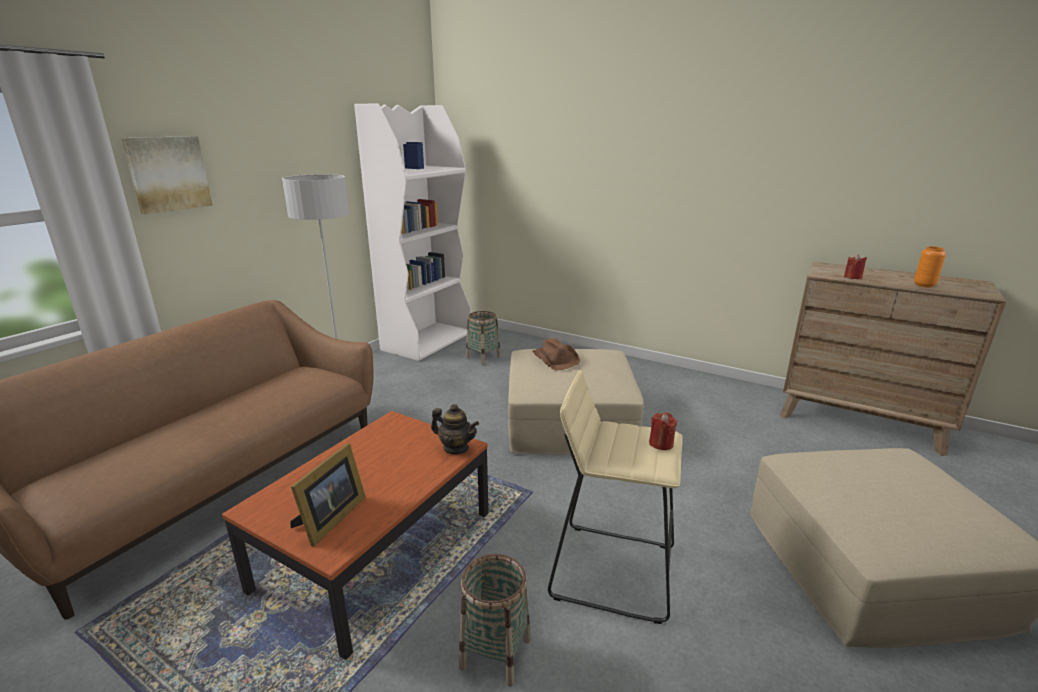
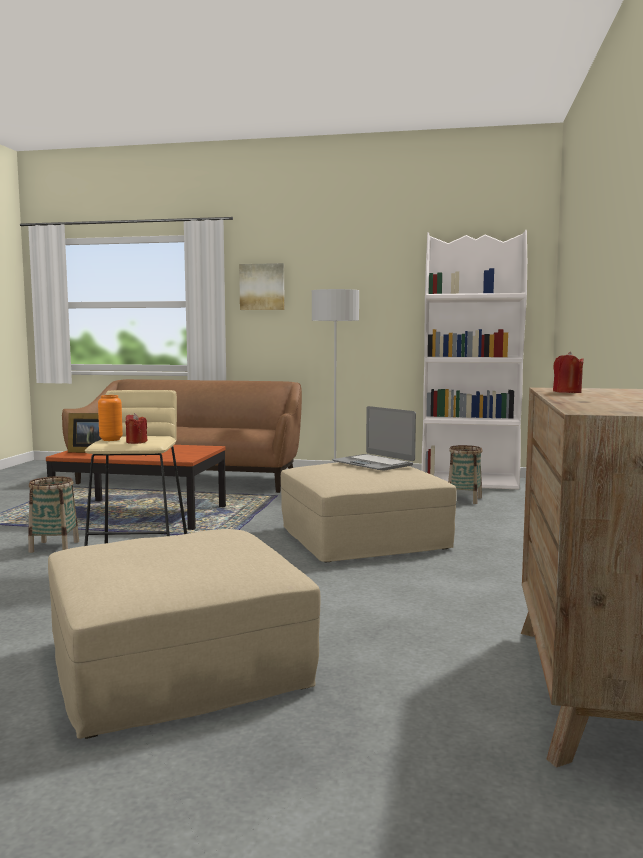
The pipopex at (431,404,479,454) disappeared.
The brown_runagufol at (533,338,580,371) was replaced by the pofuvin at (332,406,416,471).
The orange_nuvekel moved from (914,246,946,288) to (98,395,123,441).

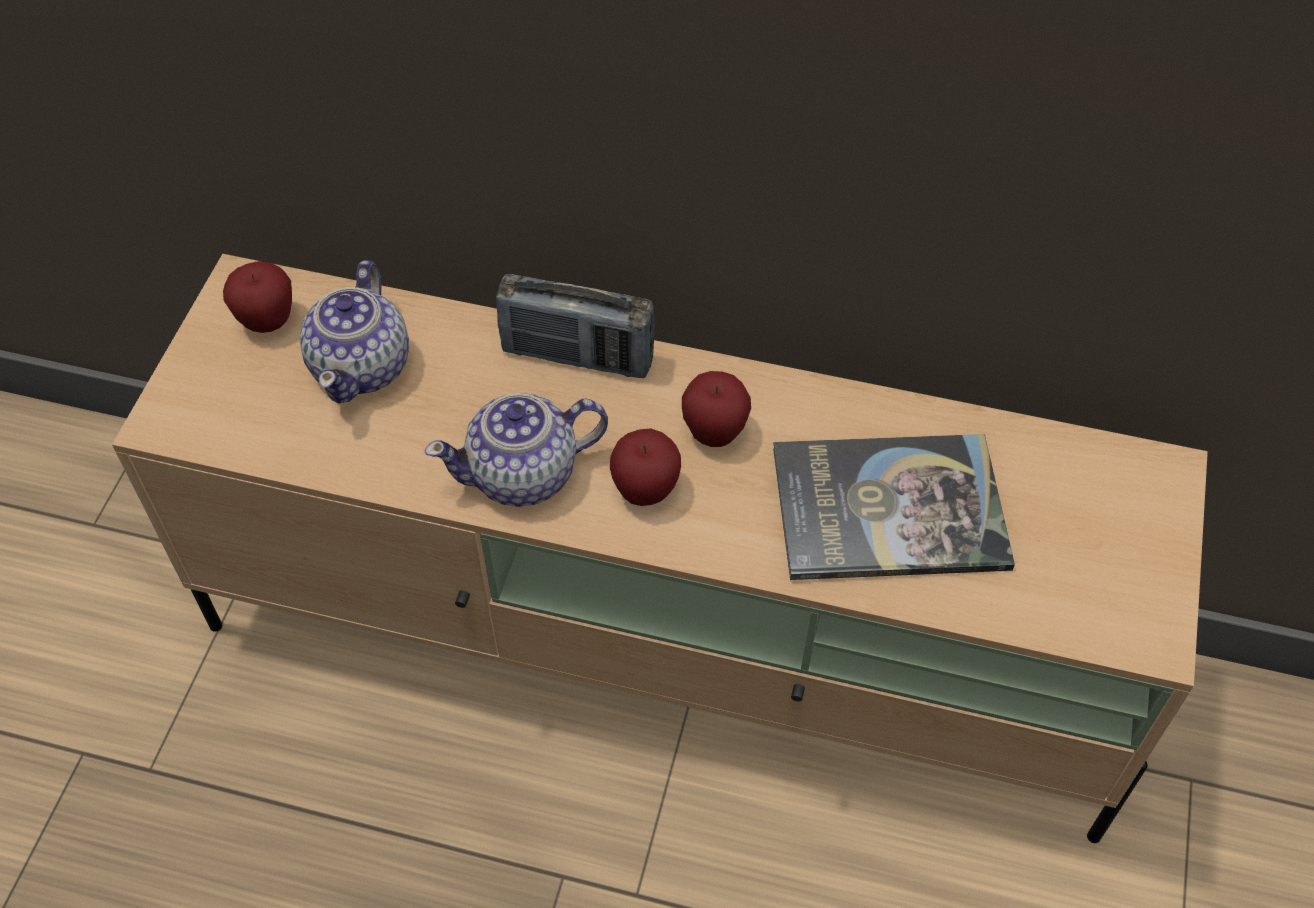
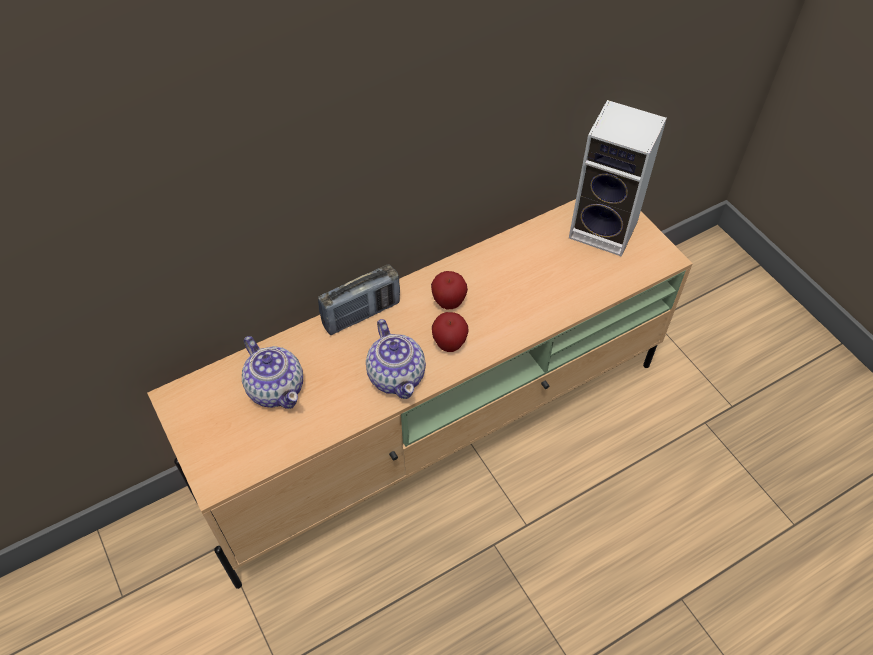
The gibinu at (223,261,292,333) disappeared.
The pipopex at (424,393,608,507) turned 45 degrees counterclockwise.
The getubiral at (773,434,1015,580) disappeared.
The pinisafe at (569,100,667,257) appeared.

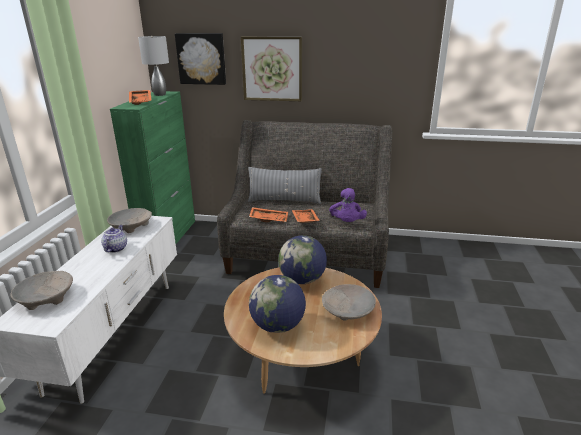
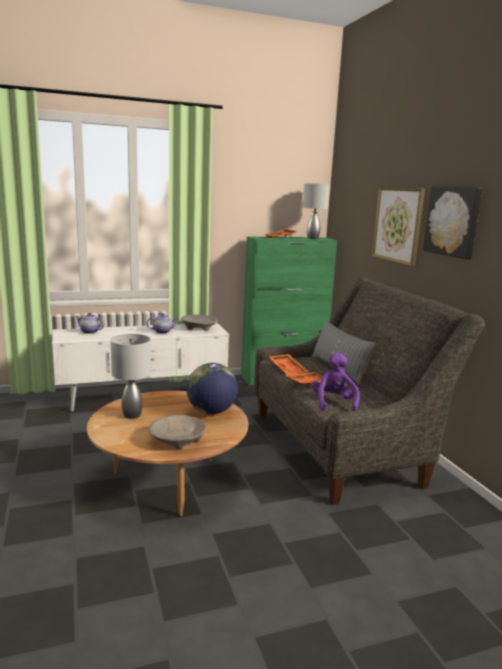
The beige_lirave at (10,271,73,310) was replaced by the pipopex at (75,313,104,334).
The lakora moved from (175,33,226,85) to (423,186,483,259).
The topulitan at (249,275,306,333) was replaced by the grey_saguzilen at (111,334,151,419).
The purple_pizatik at (329,188,367,222) turned 120 degrees clockwise.

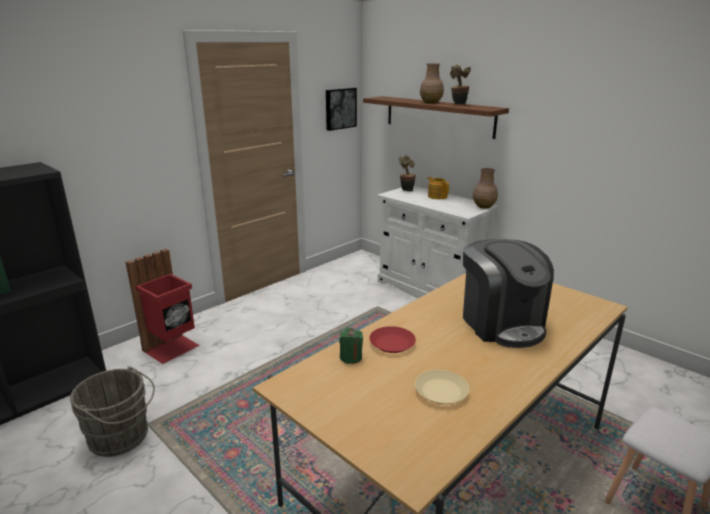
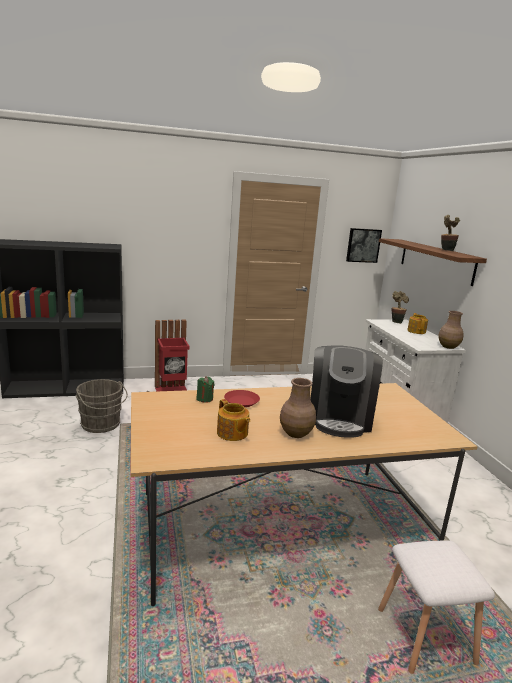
The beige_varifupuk at (415,370,469,404) was replaced by the pipopex at (217,399,250,441).
The brown_nuvekel moved from (420,63,444,104) to (280,378,316,438).

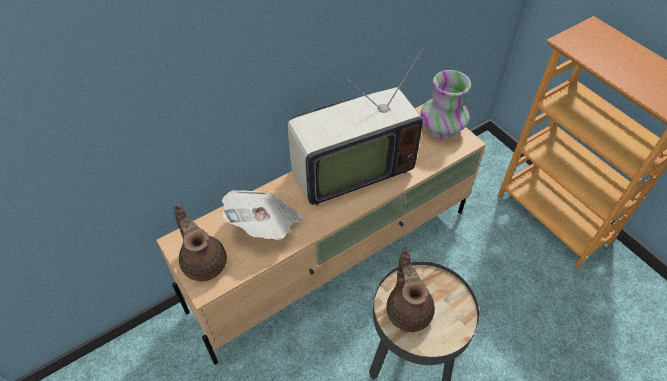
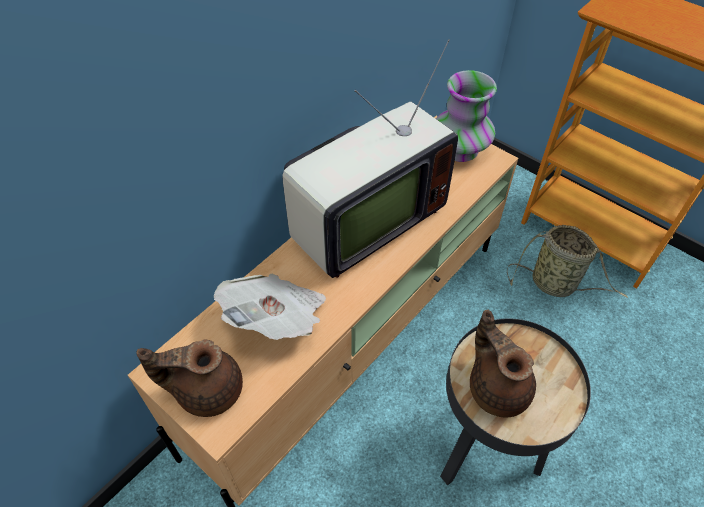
The brown_pipopex at (174,205,227,281) turned 45 degrees counterclockwise.
The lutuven at (507,225,628,298) appeared.

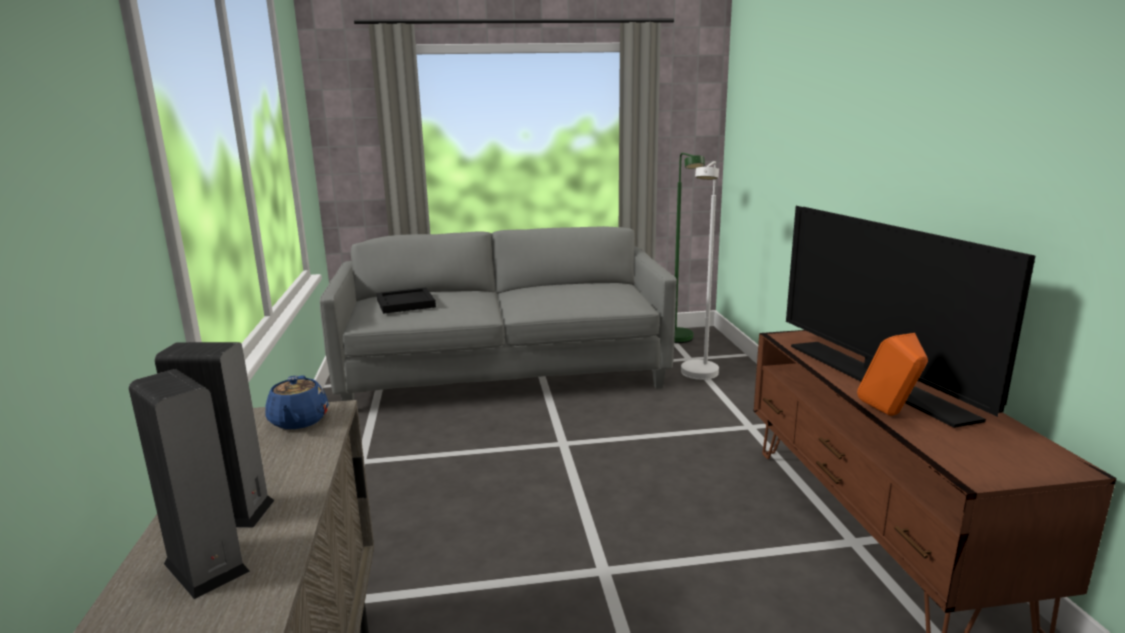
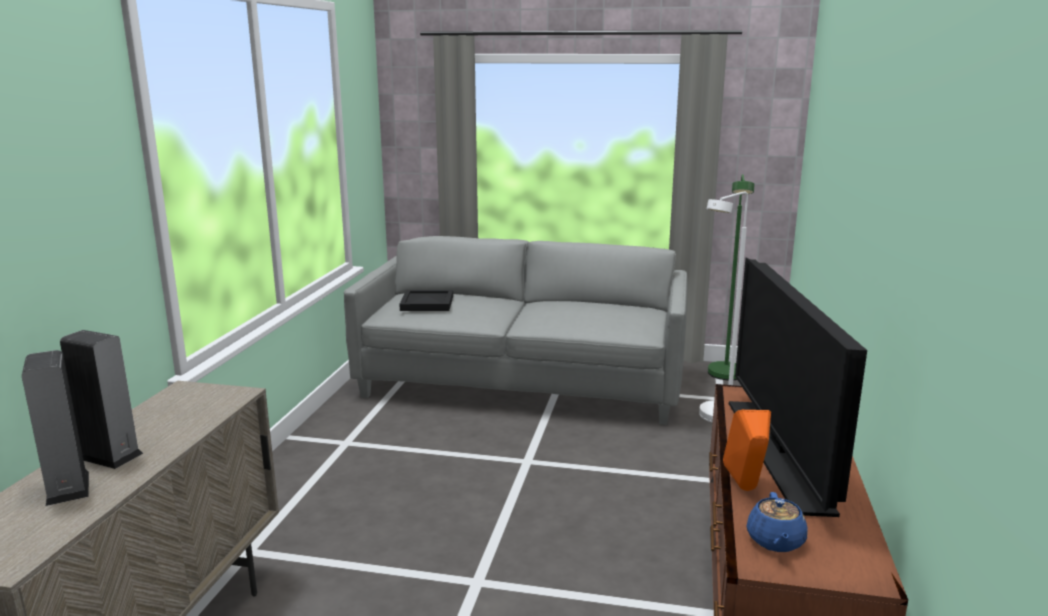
The blue_pipopex moved from (265,375,329,429) to (746,492,808,552).

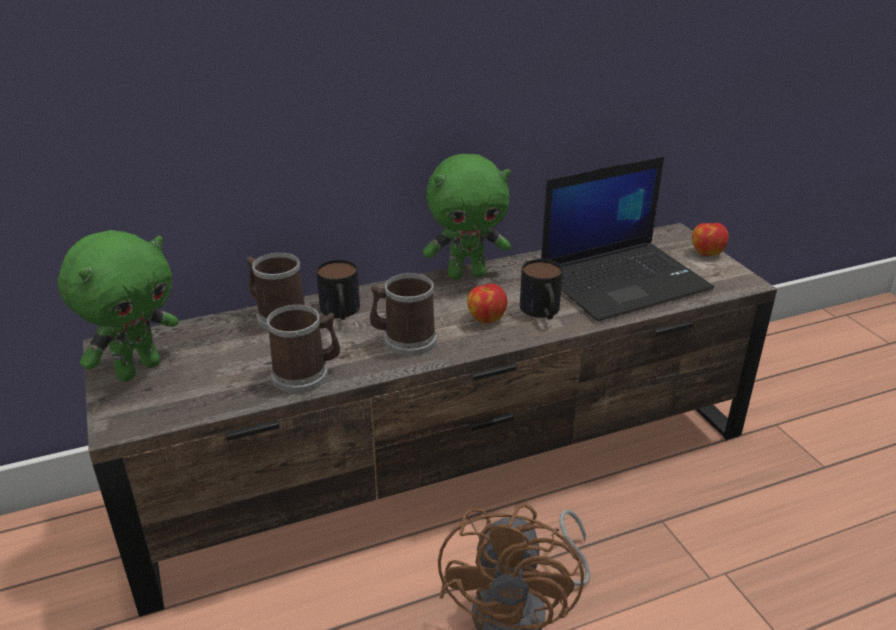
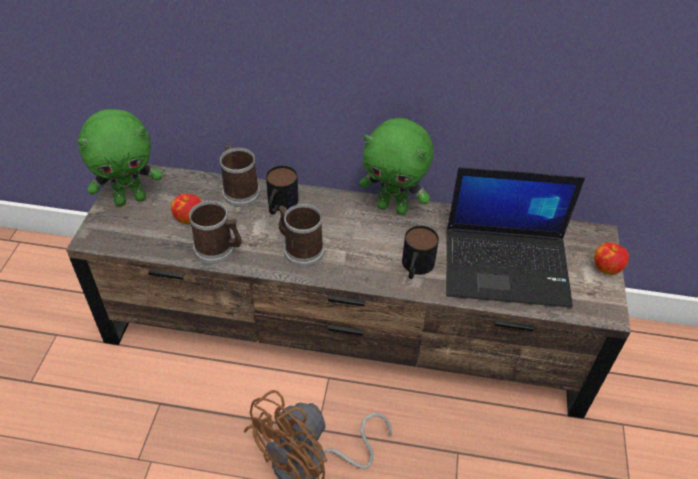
The gibinu moved from (467,284,507,324) to (171,194,202,224).

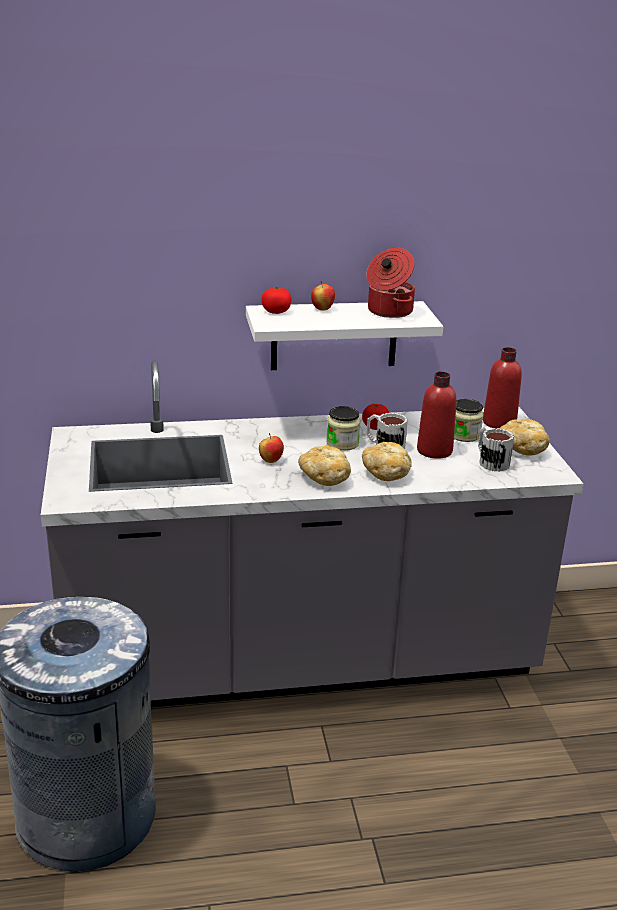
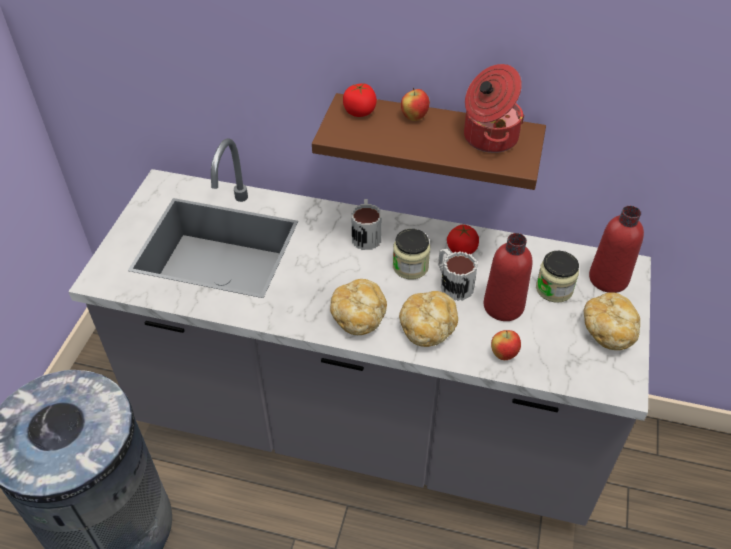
The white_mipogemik at (246,301,443,370) became the brown_mipogemik at (312,93,546,190).
The gibinu moved from (259,433,284,463) to (491,330,521,360).
The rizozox moved from (478,427,514,472) to (351,199,382,250).

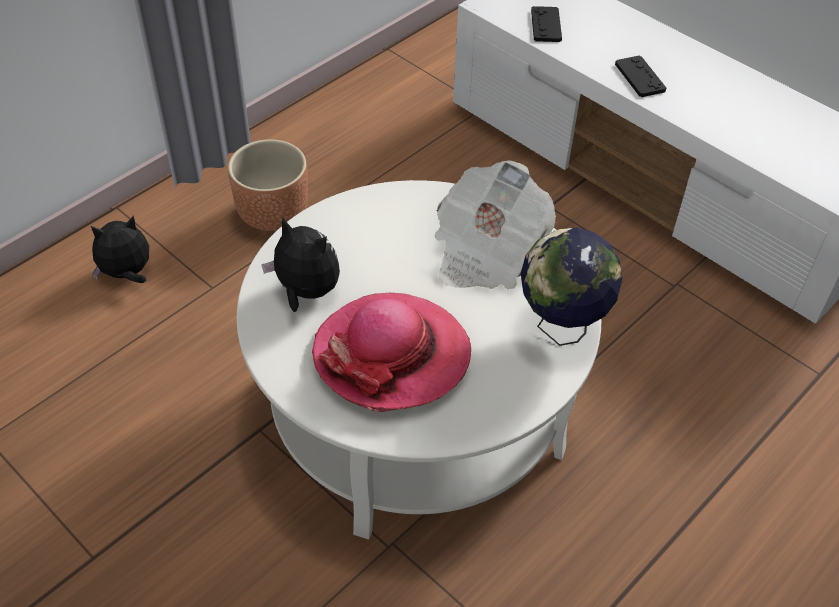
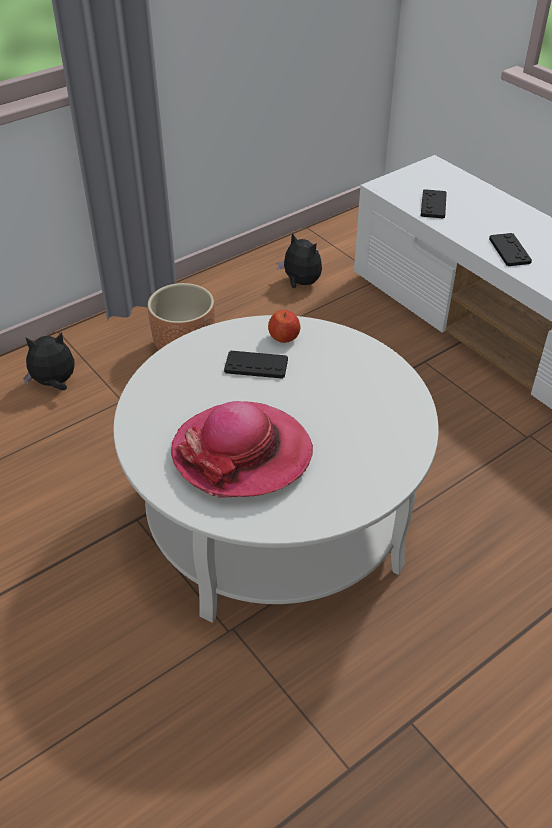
The pizatik moved from (262,217,340,312) to (277,232,322,288).
The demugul at (435,160,556,289) disappeared.
The topulitan at (521,228,622,346) disappeared.
The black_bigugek at (224,351,288,379) appeared.
The gibinu at (268,310,300,343) appeared.

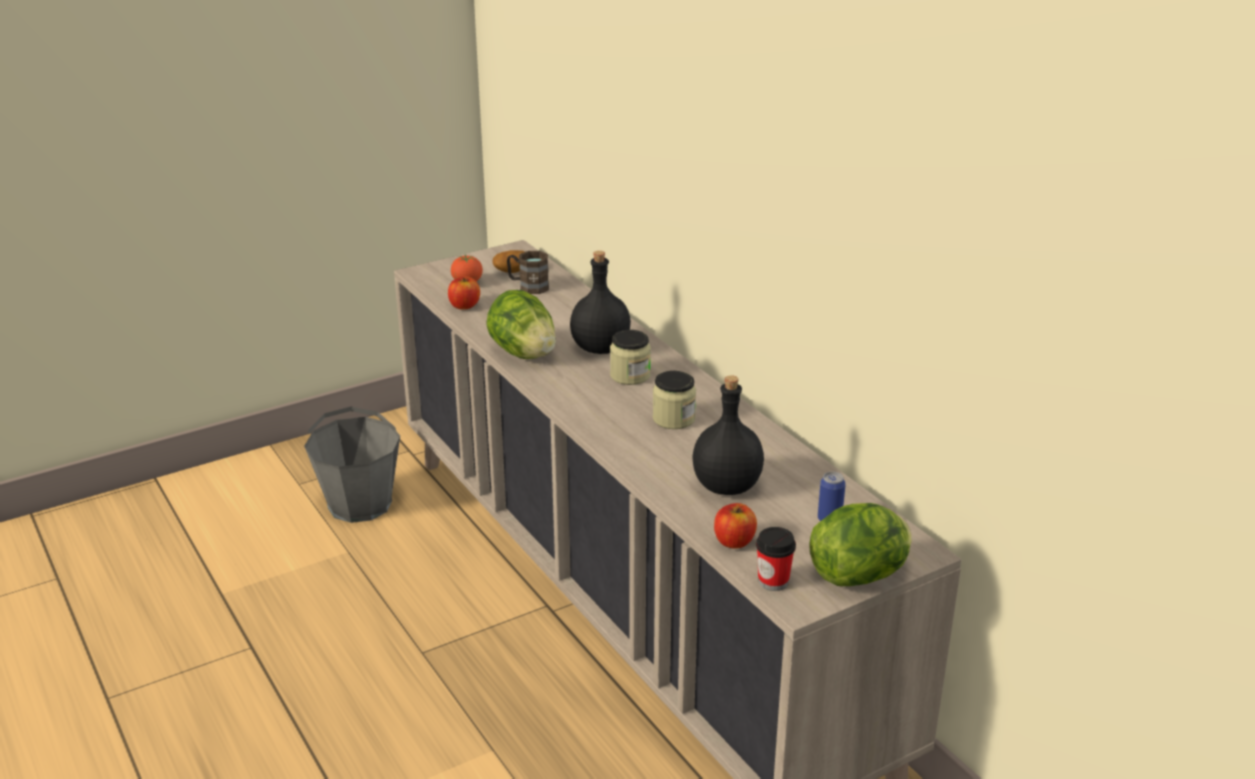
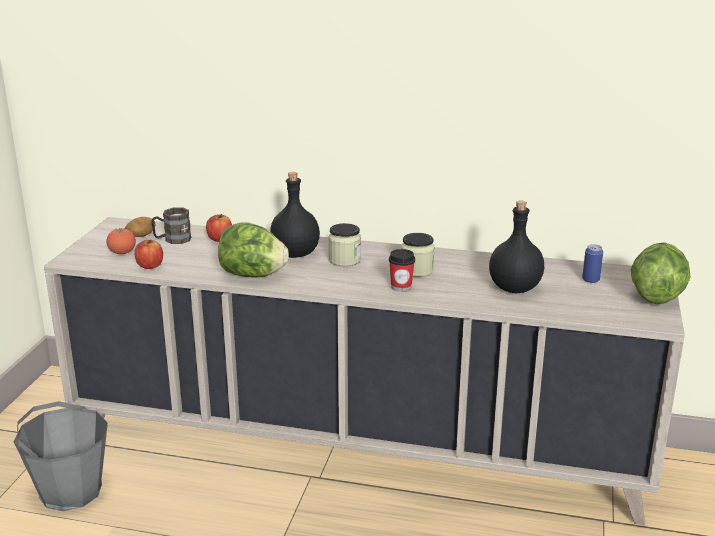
The gibinu moved from (714,503,757,549) to (206,214,232,242).
The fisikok moved from (756,527,796,591) to (389,249,415,292).

